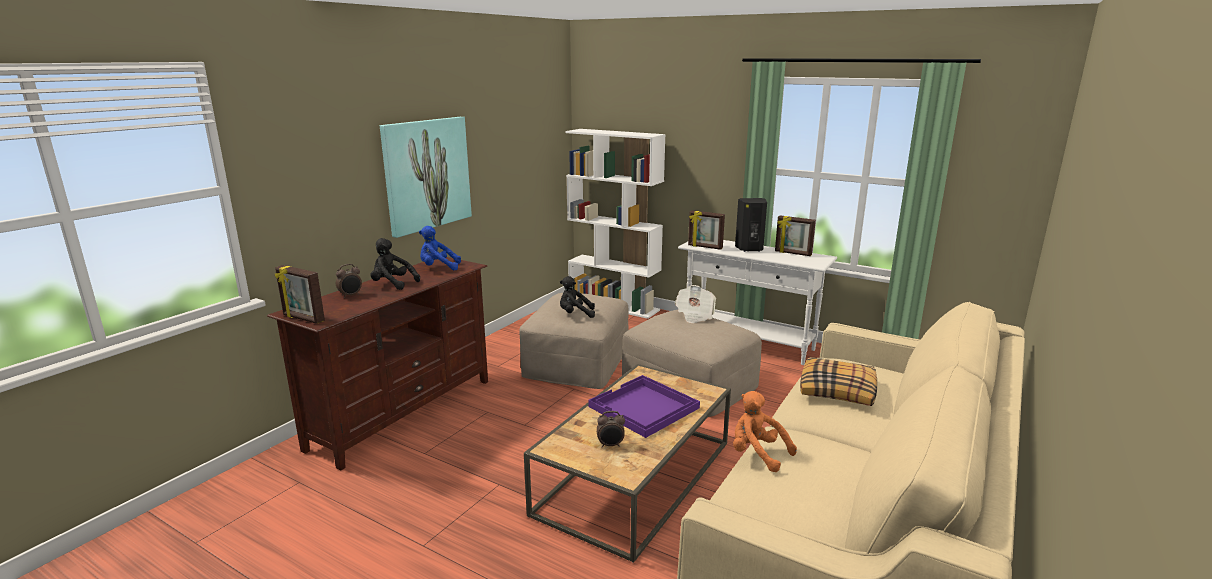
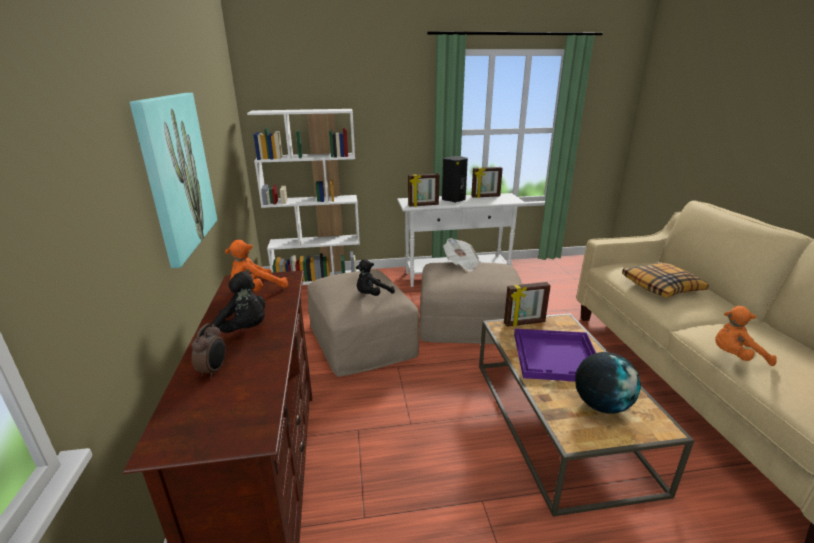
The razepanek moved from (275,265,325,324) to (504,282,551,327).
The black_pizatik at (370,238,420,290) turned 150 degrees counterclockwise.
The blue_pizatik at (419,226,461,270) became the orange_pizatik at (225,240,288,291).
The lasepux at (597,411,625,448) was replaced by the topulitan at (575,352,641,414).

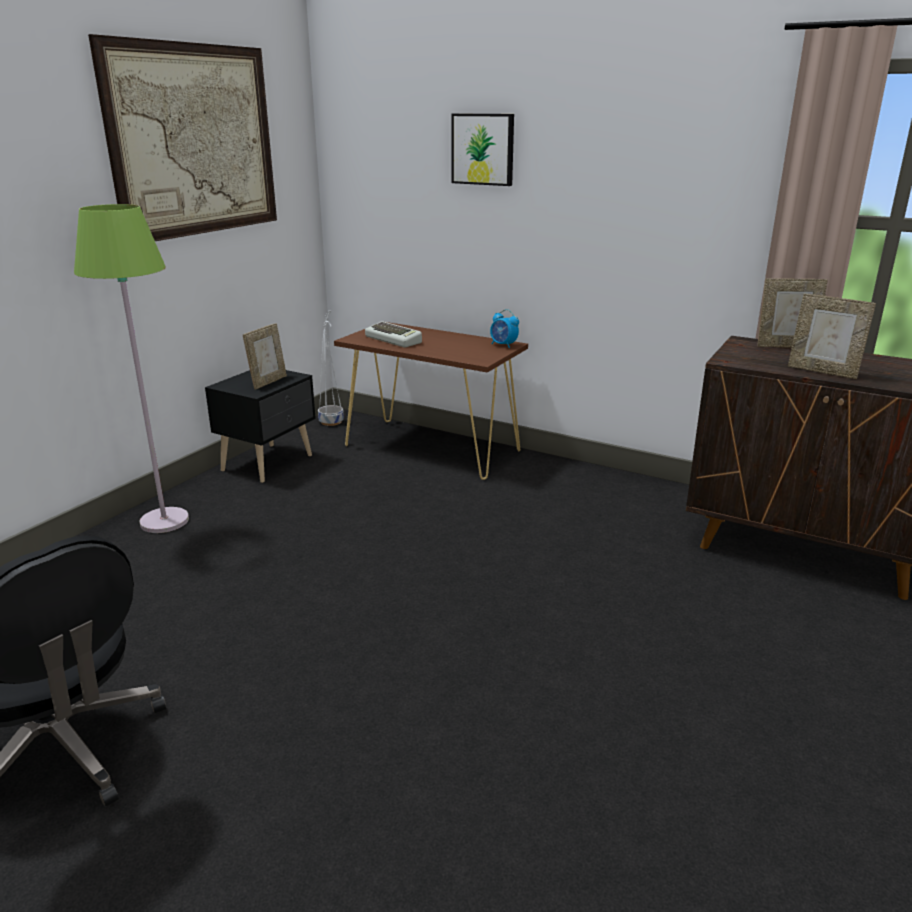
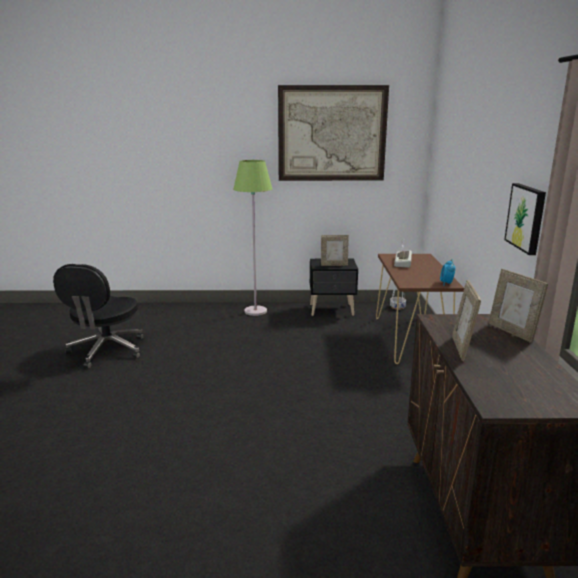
The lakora moved from (451,114,514,186) to (504,183,546,255).

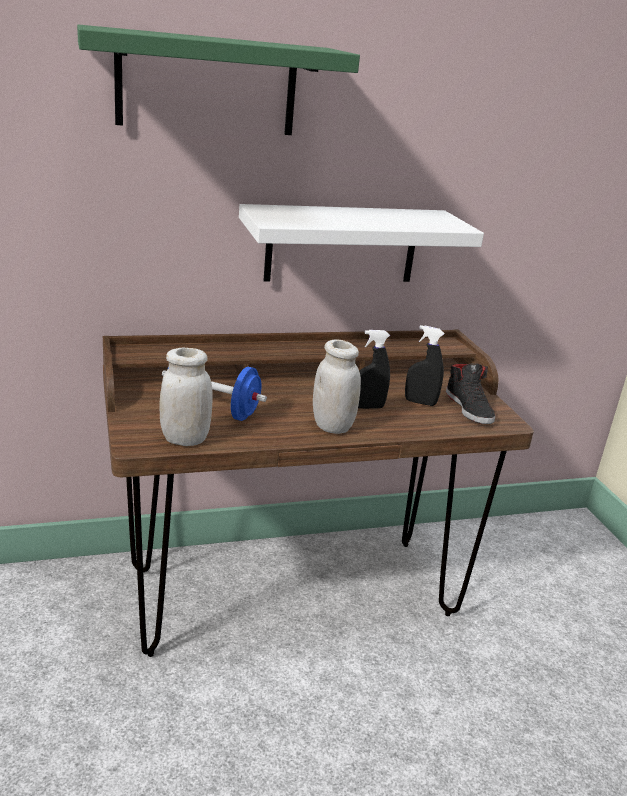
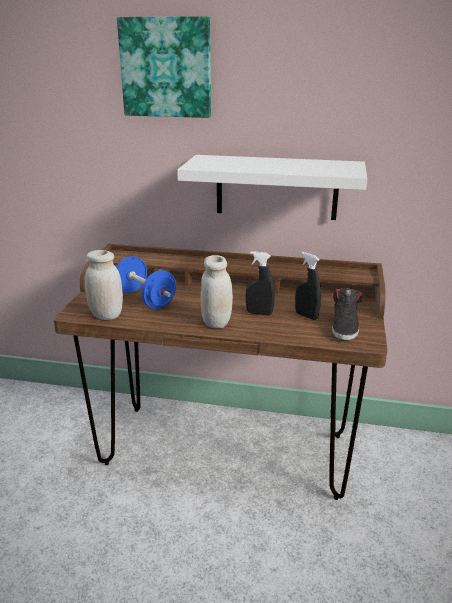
The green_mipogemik at (77,24,360,135) was replaced by the lakora at (117,16,211,118).

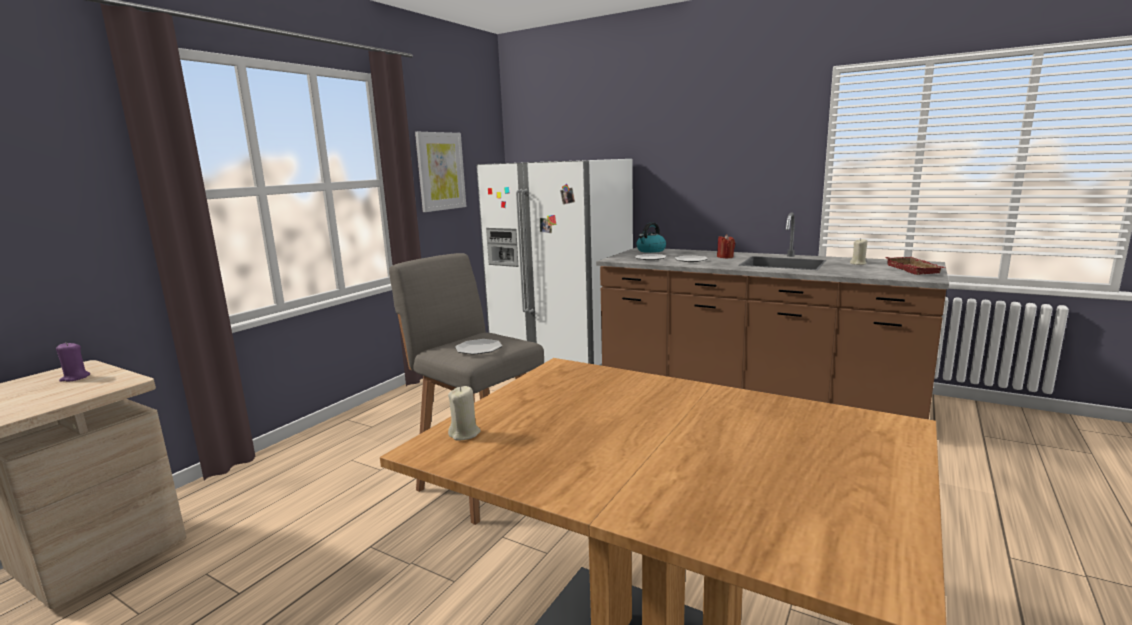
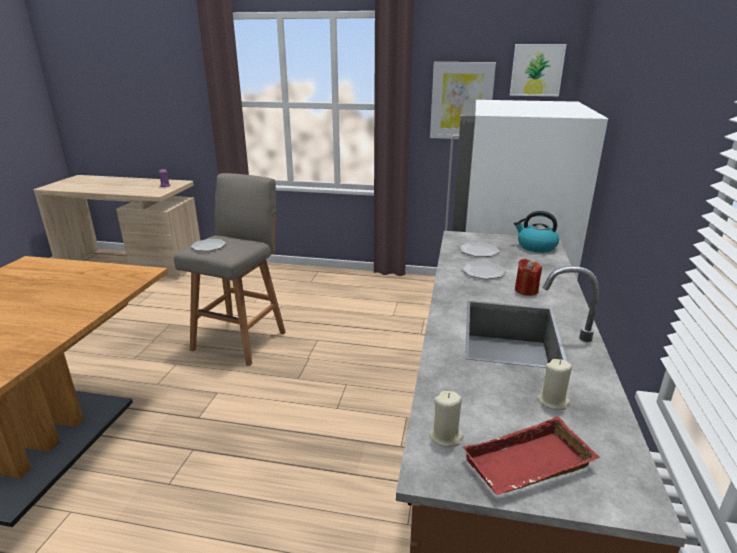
The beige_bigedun moved from (448,386,481,440) to (429,391,464,447).
The lakora at (510,44,567,96) appeared.

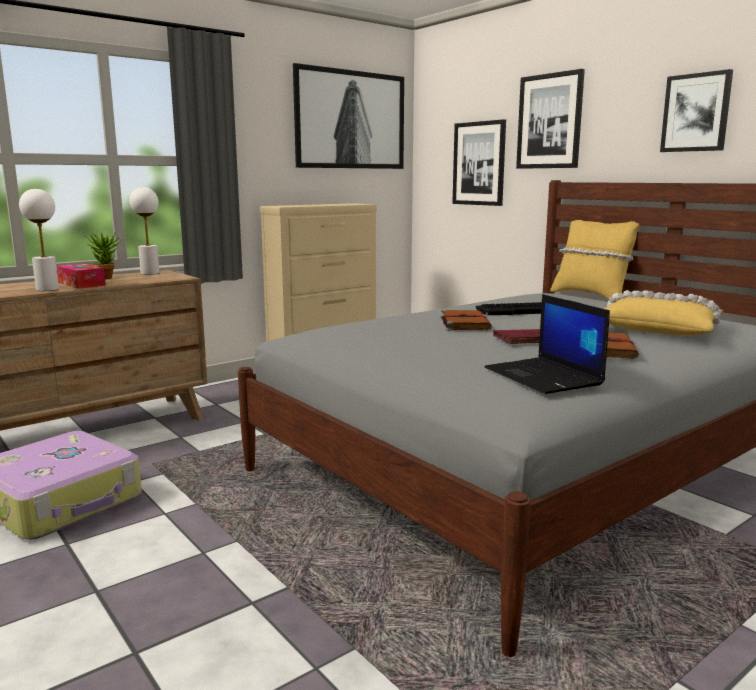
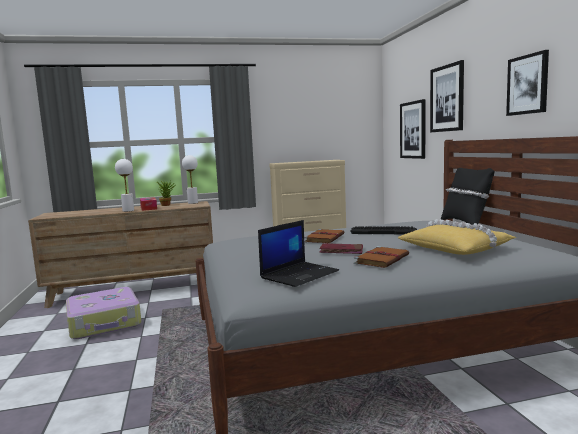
The lakora at (293,63,404,169) disappeared.
The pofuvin at (485,294,610,394) turned 135 degrees counterclockwise.
The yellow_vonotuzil at (550,220,640,301) became the black_vonotuzil at (441,168,495,225).

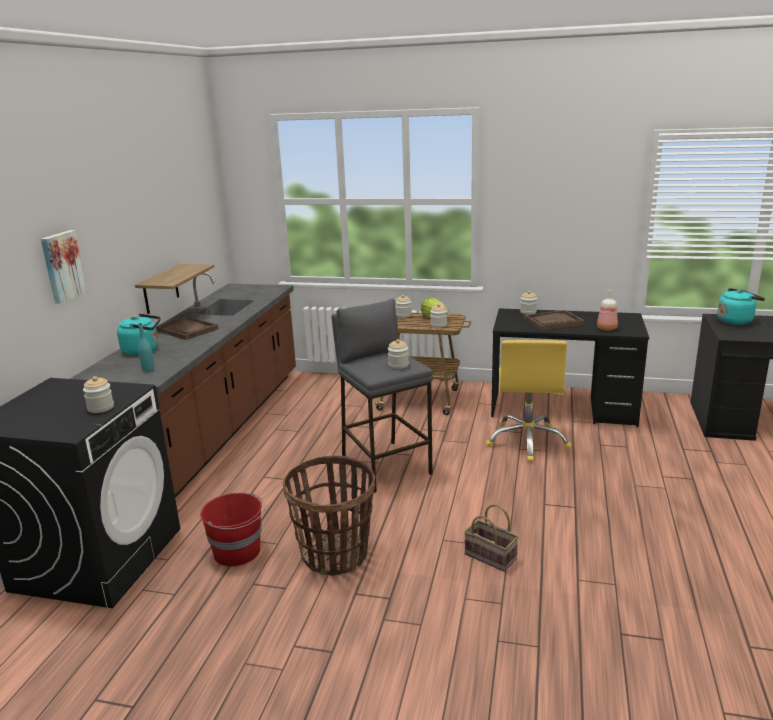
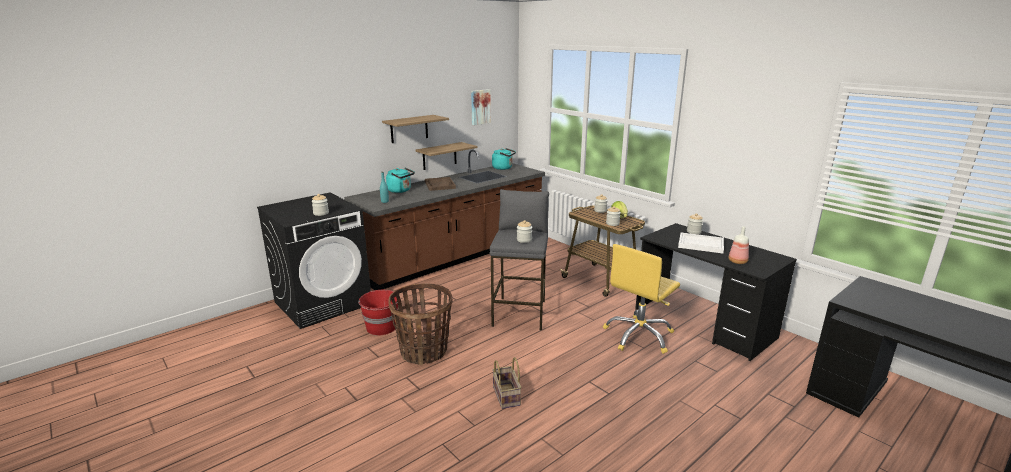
The lakora moved from (41,230,87,304) to (471,89,491,125).
The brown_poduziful at (524,310,584,331) became the white_poduziful at (678,233,724,253).
The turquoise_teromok moved from (717,288,765,325) to (492,148,516,170).
The mipogemik at (382,115,449,143) appeared.

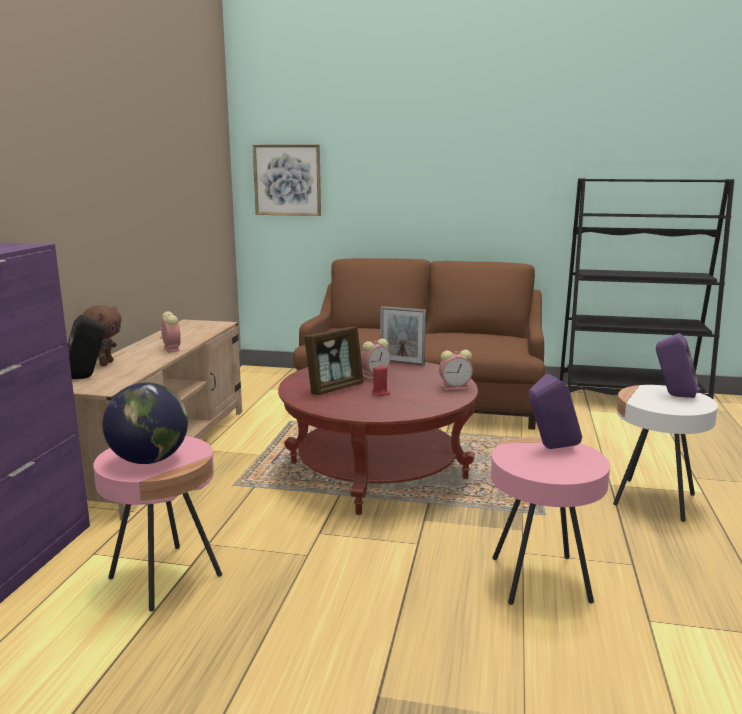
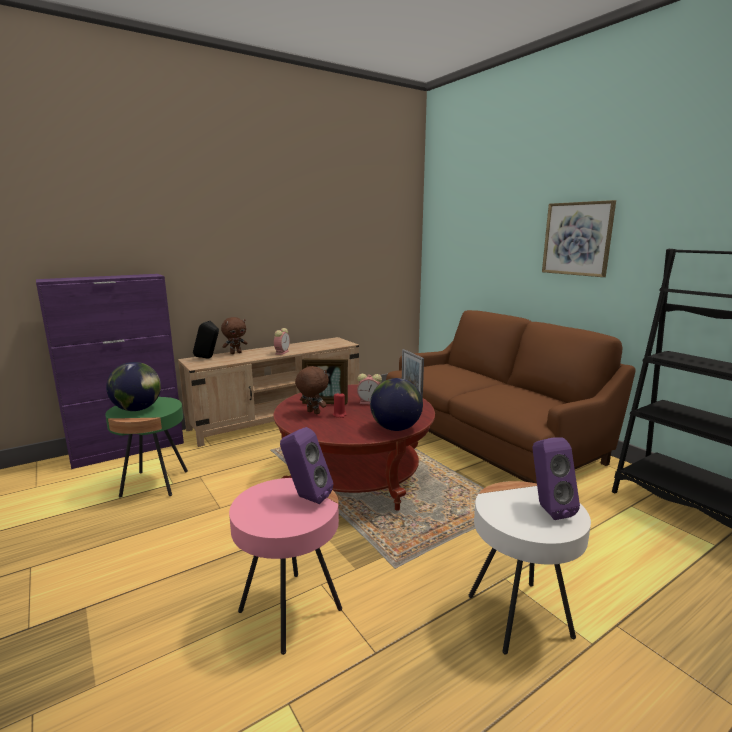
The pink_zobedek at (93,436,222,612) became the green_zobedek at (105,397,188,498).
The lakora moved from (253,144,321,216) to (542,200,616,277).
The lasepux at (439,350,473,391) was replaced by the topulitan at (370,378,423,431).
The brown_pizatik at (295,366,329,414) appeared.

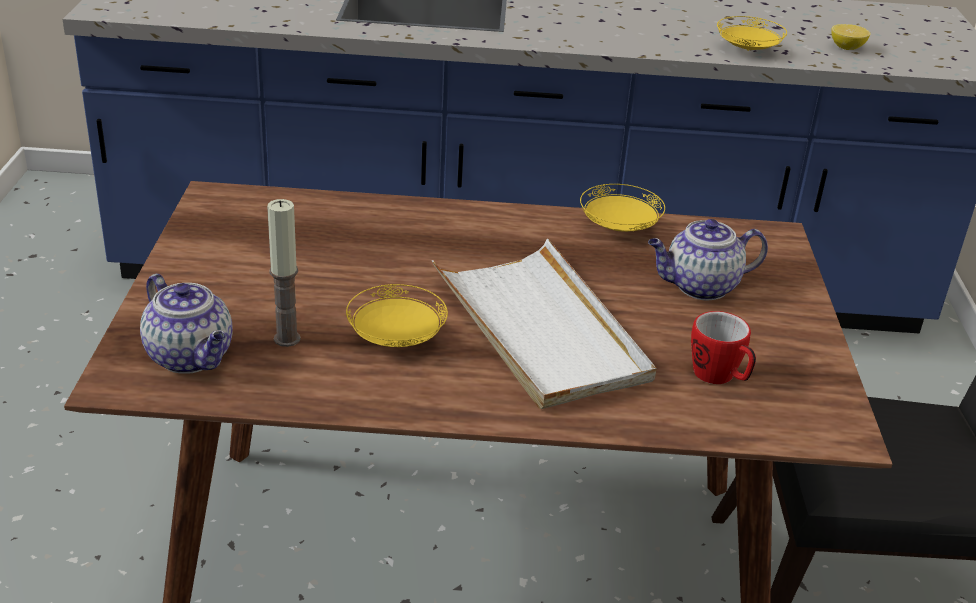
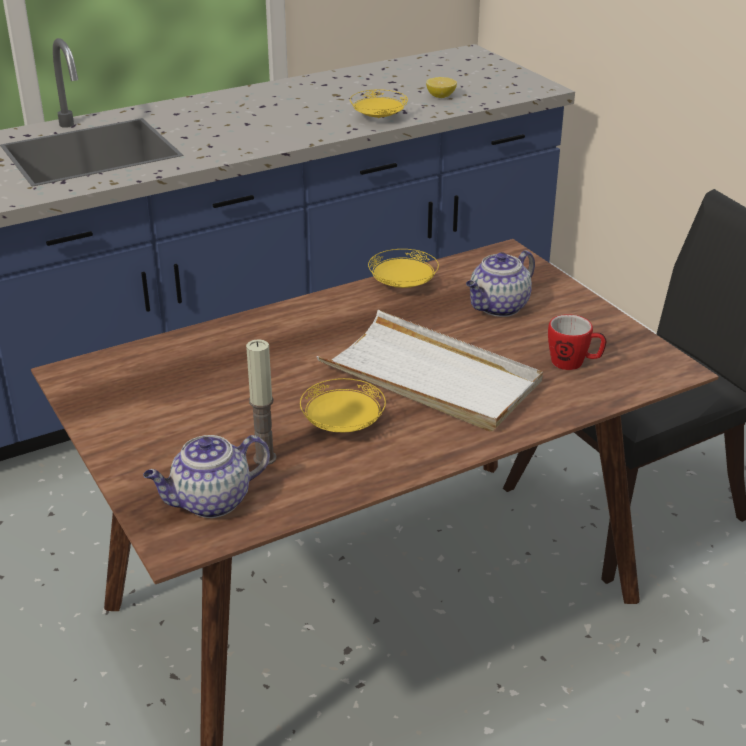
The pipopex at (140,274,233,374) turned 135 degrees clockwise.

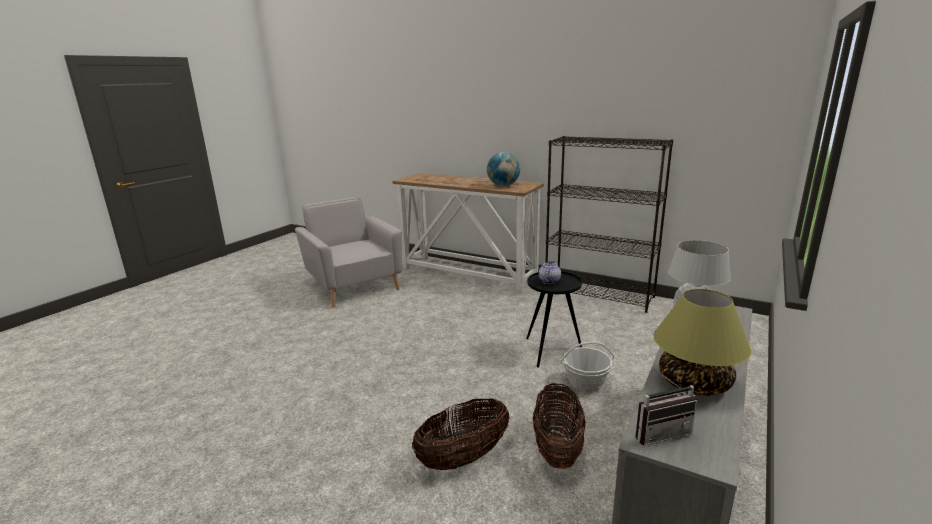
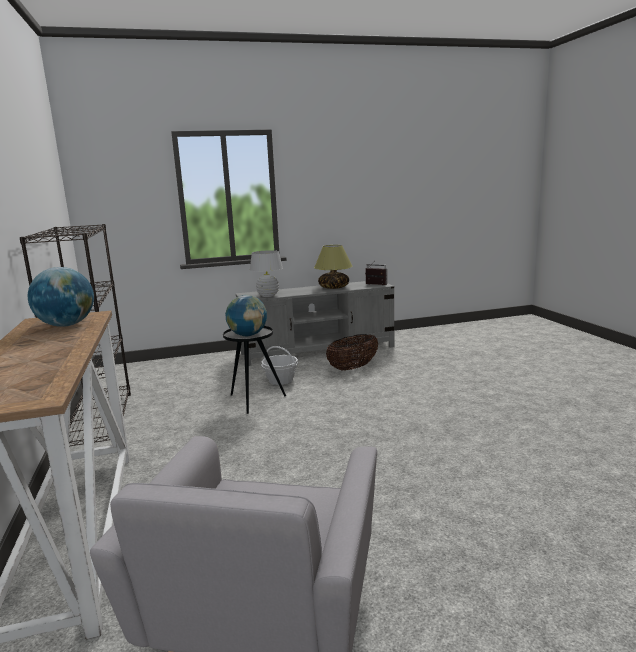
The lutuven at (412,398,510,470) disappeared.
The pipopex at (539,260,561,284) was replaced by the topulitan at (225,295,267,336).

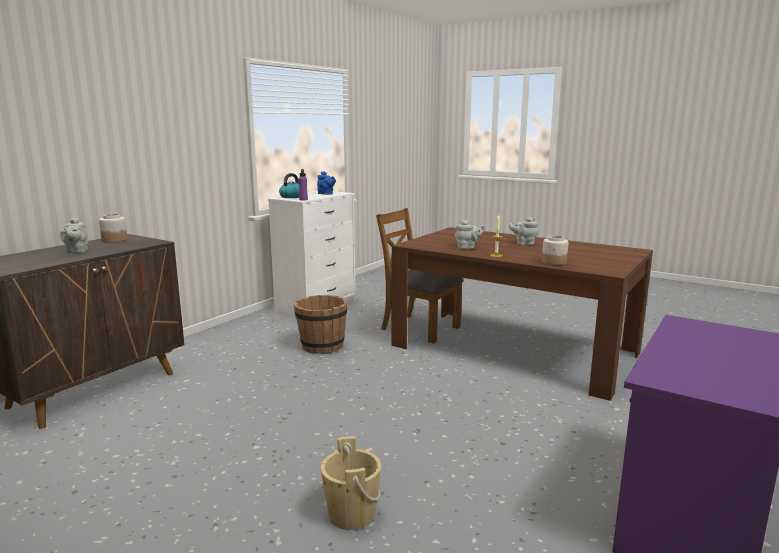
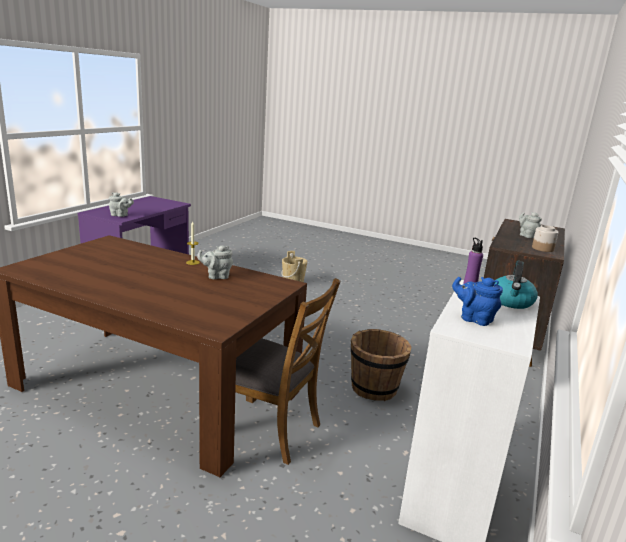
The grey_pipopex moved from (509,217,538,245) to (109,192,134,217).
The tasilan at (542,235,568,265) disappeared.

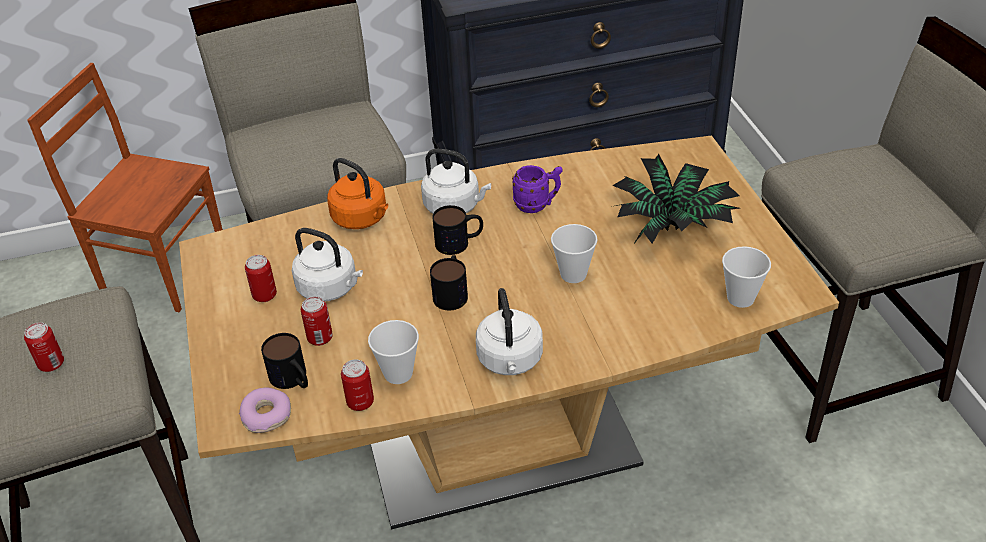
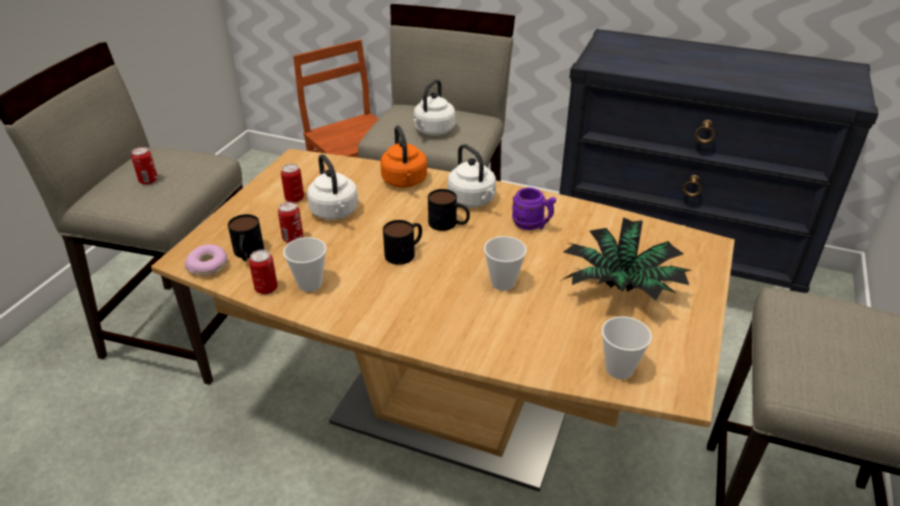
The white_teromok moved from (476,288,543,375) to (413,79,455,136).

